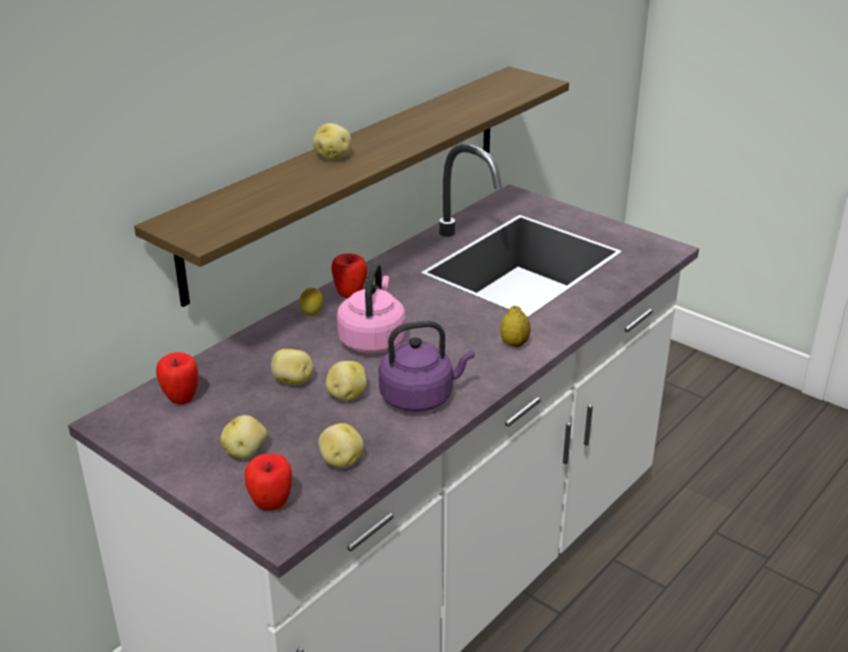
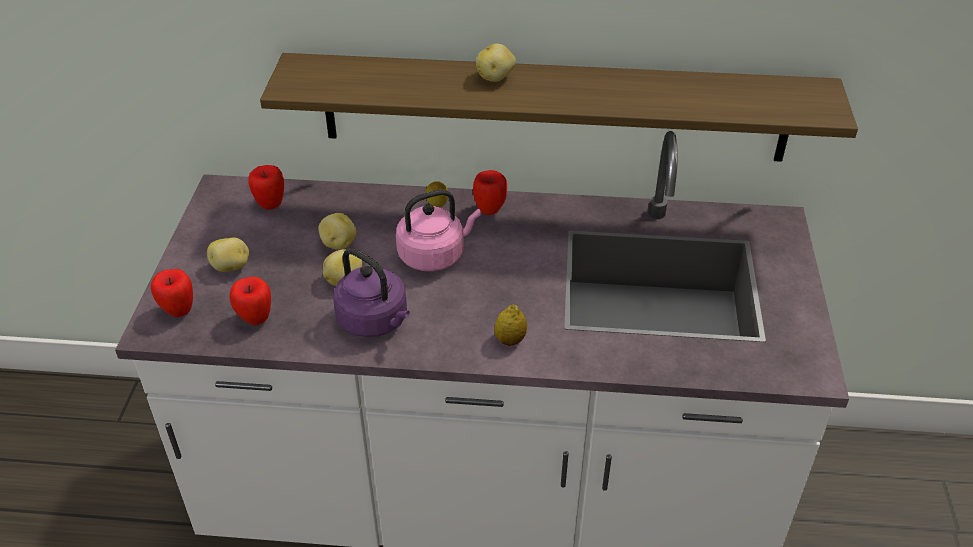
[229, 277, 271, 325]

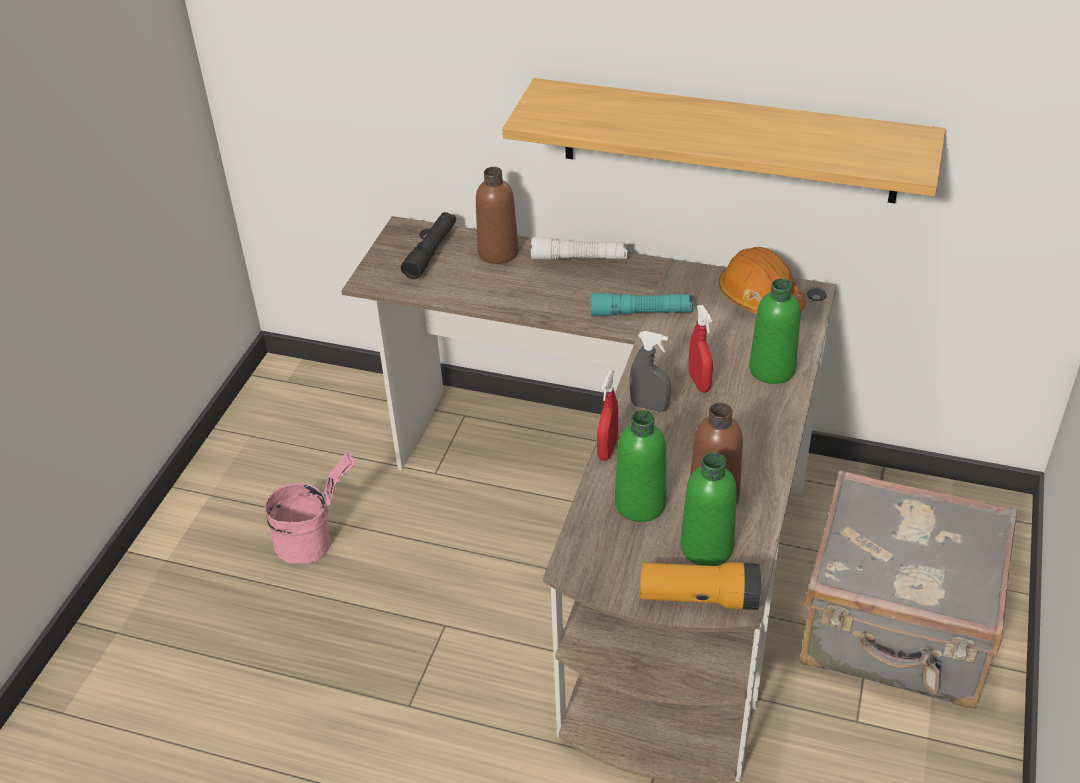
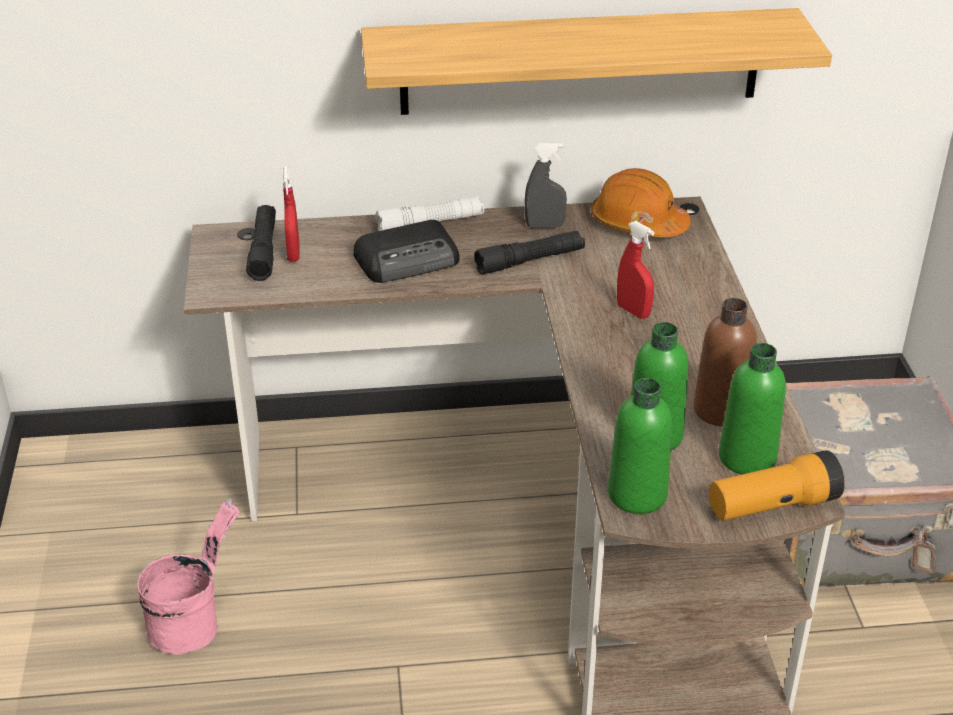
[476, 167, 519, 264] (first image)
[354, 220, 460, 283]
[283, 166, 300, 262]
[525, 142, 567, 228]
[608, 378, 672, 514]
[474, 231, 585, 274]

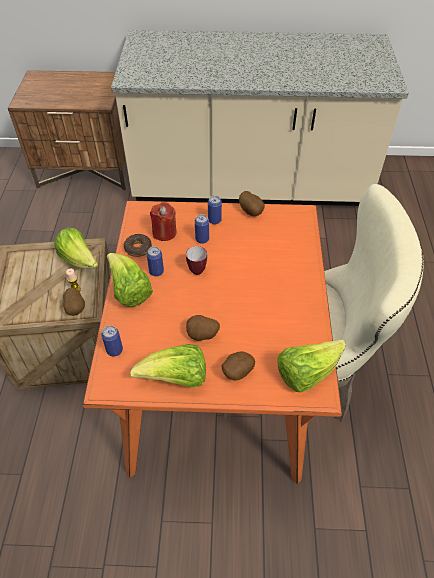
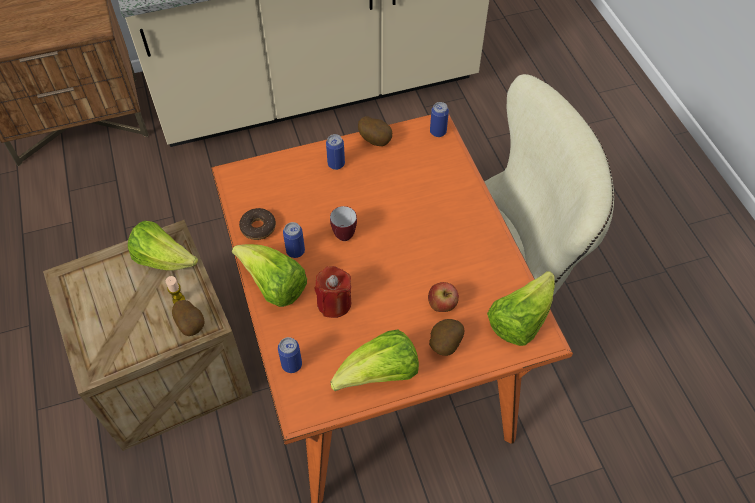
[186, 315, 220, 341] (first image)
[428, 282, 459, 312]
[315, 266, 351, 318]
[430, 102, 449, 137]

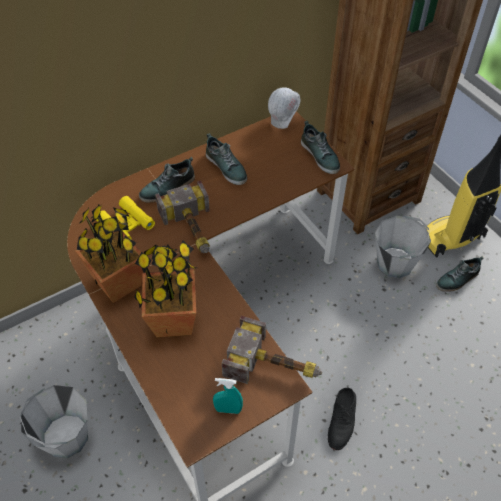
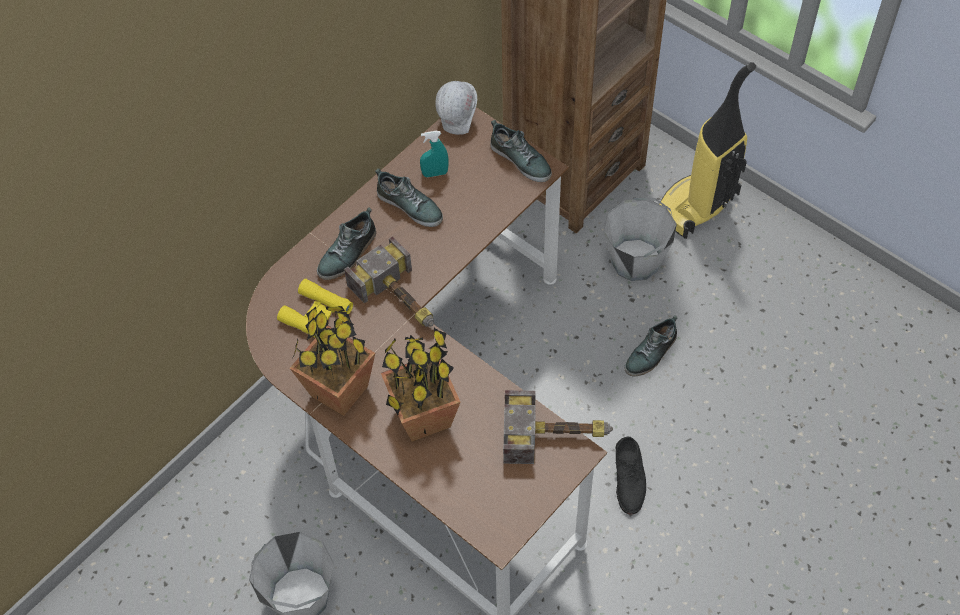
[420, 131, 449, 177]
[624, 315, 678, 376]

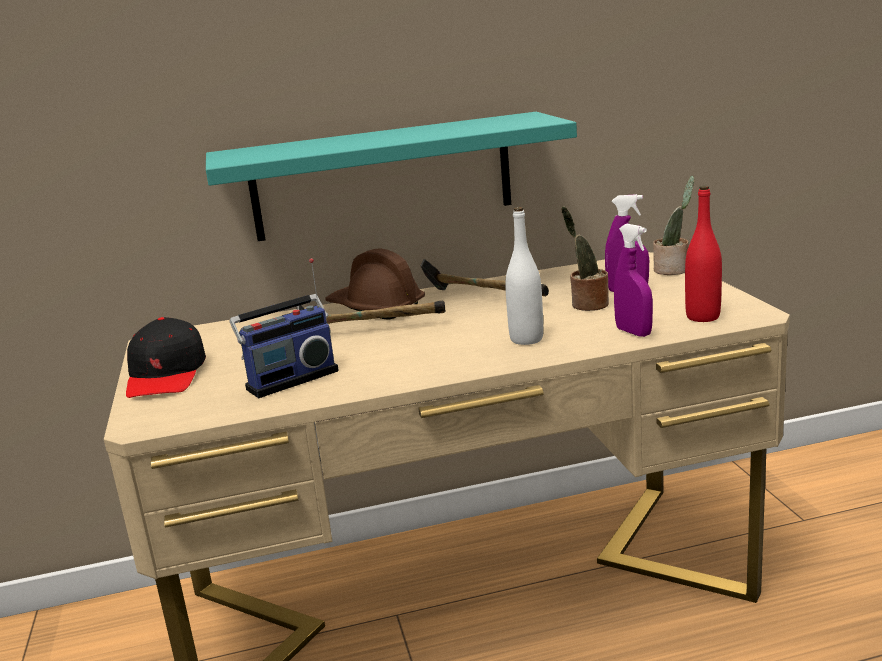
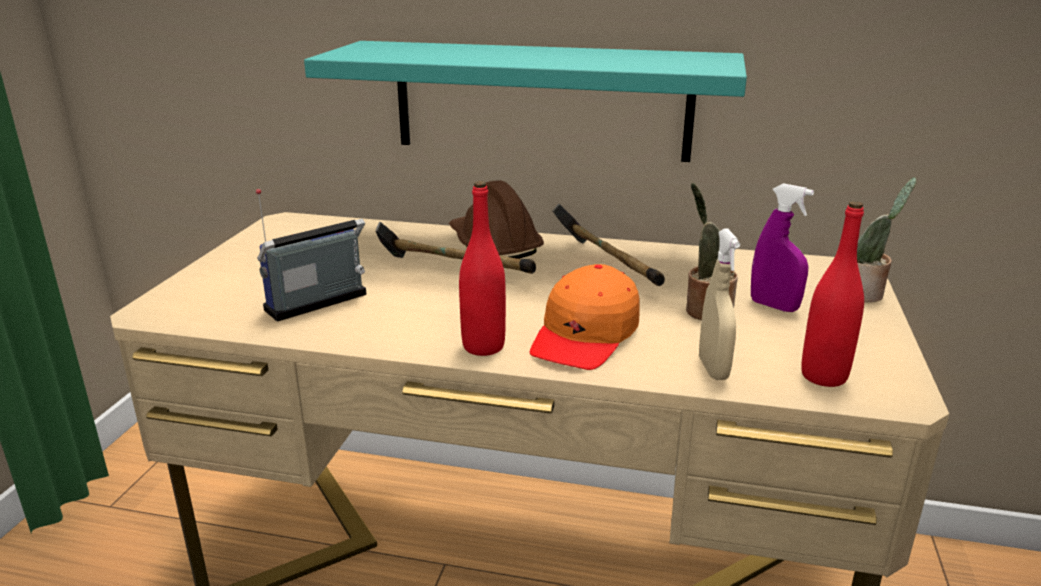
[126, 317, 206, 398] (first image)
[459, 181, 506, 356]
[530, 264, 640, 370]
[699, 229, 740, 380]
[256, 189, 366, 322]

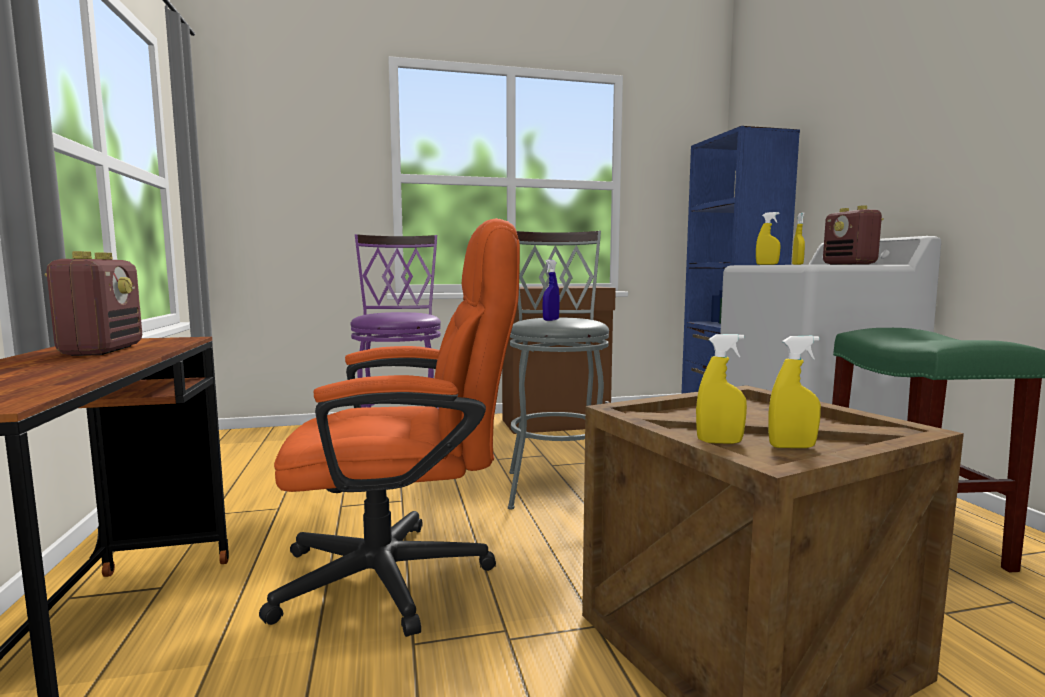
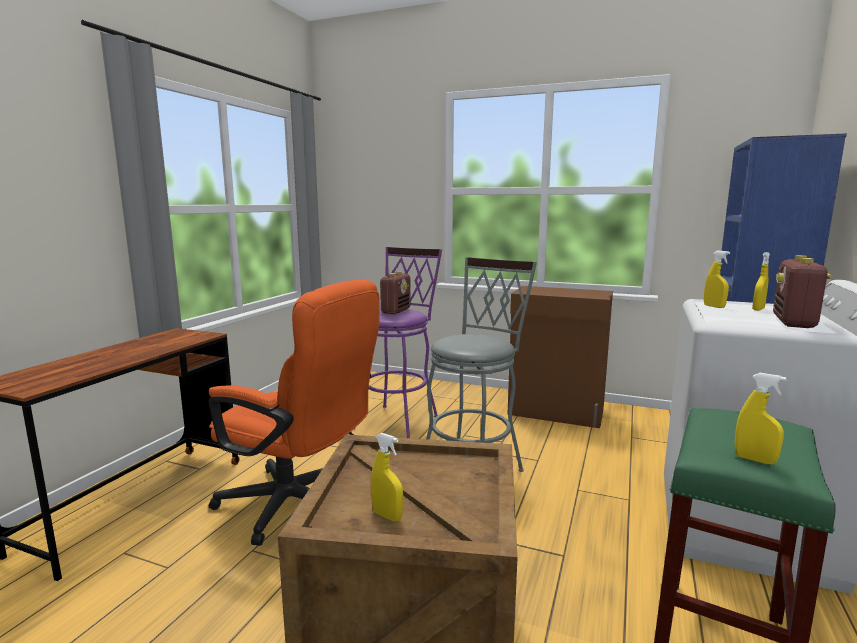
[543, 260, 560, 321] (first image)
[380, 271, 411, 314]
[735, 373, 787, 464]

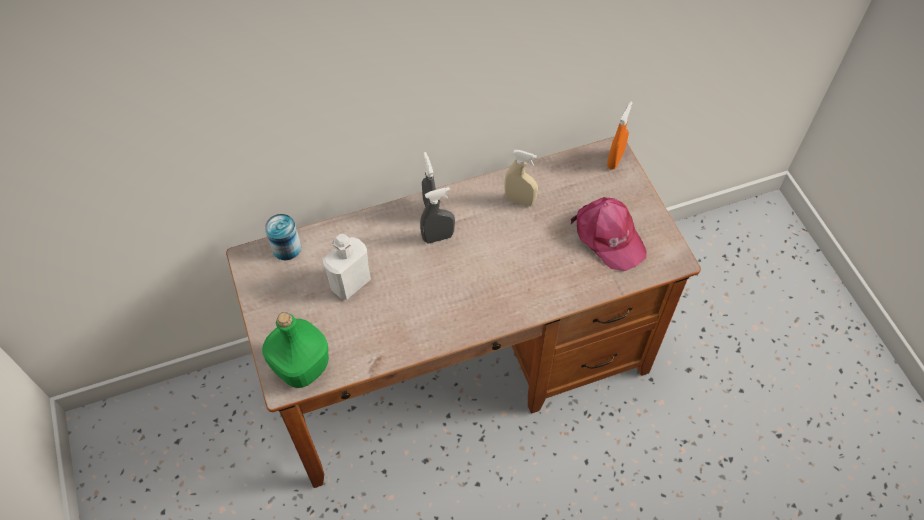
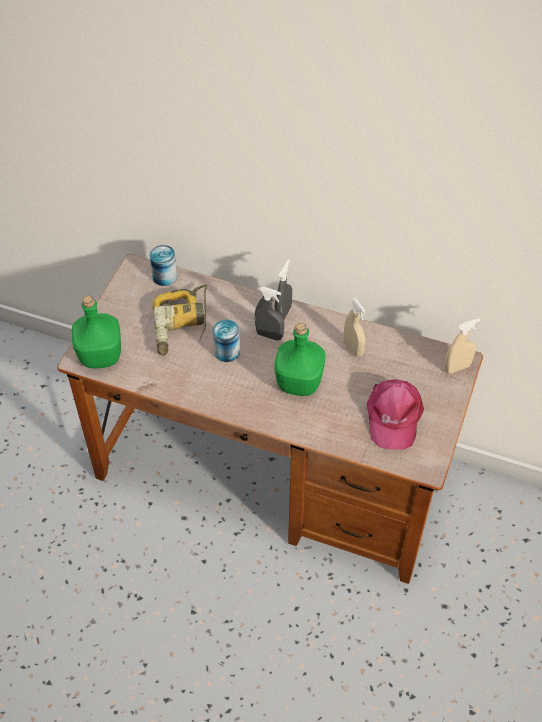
[212, 320, 240, 362]
[274, 323, 325, 396]
[153, 285, 207, 356]
[444, 318, 480, 374]

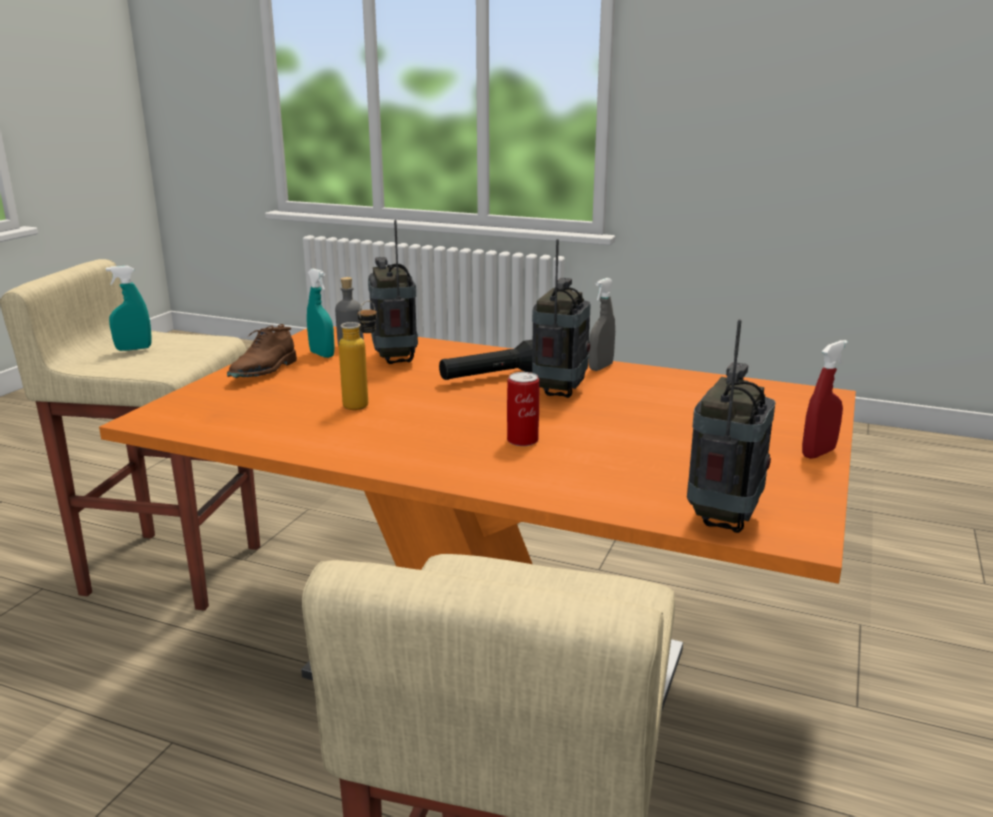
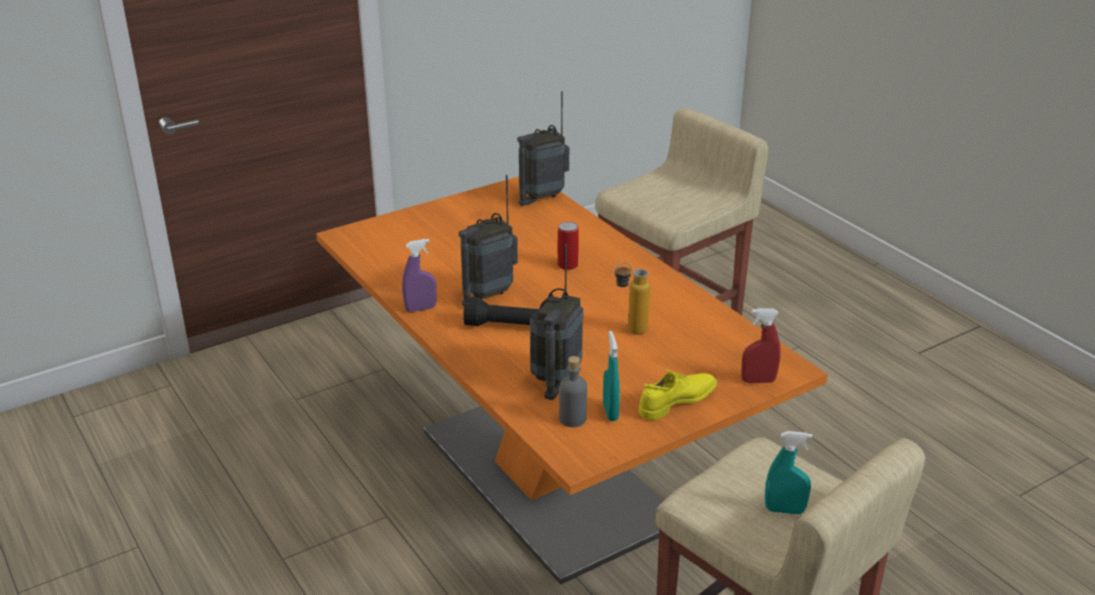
[741, 308, 781, 383]
[638, 369, 718, 420]
[402, 239, 437, 312]

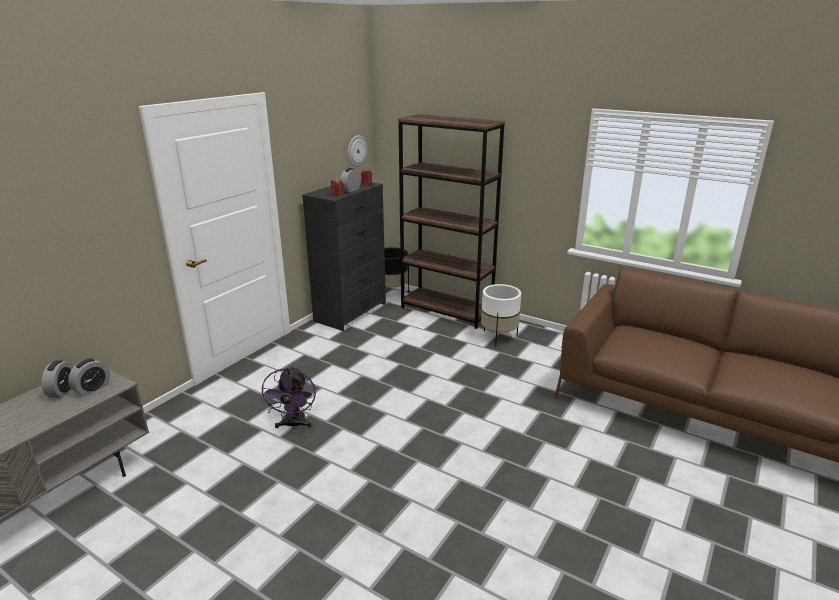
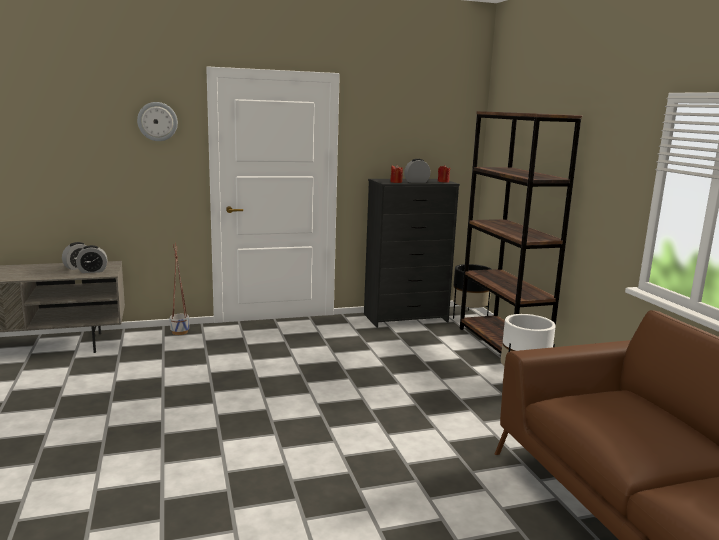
[260, 366, 316, 430] (first image)
[170, 243, 189, 335]
[137, 102, 178, 141]

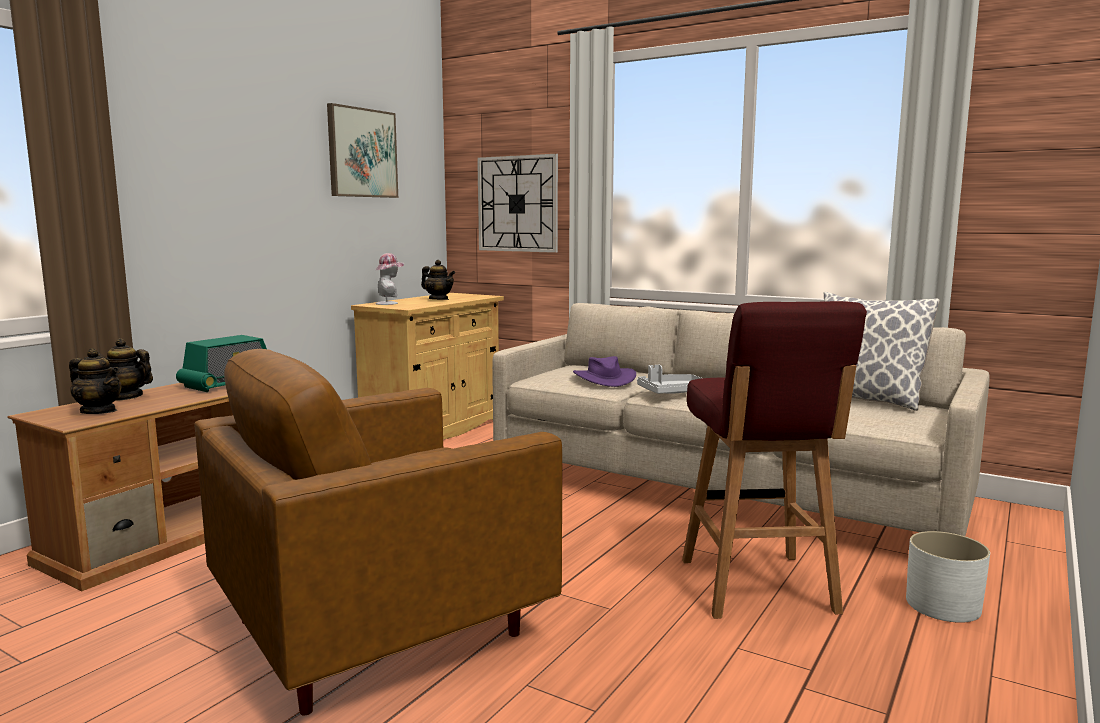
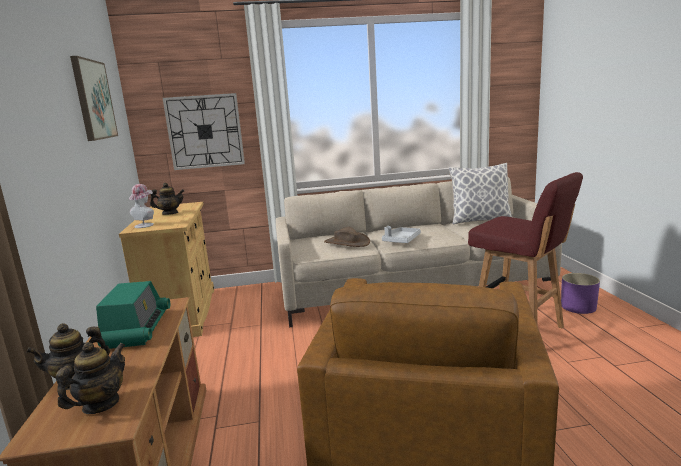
[324, 227, 370, 247]
[561, 273, 600, 314]
[56, 342, 125, 414]

